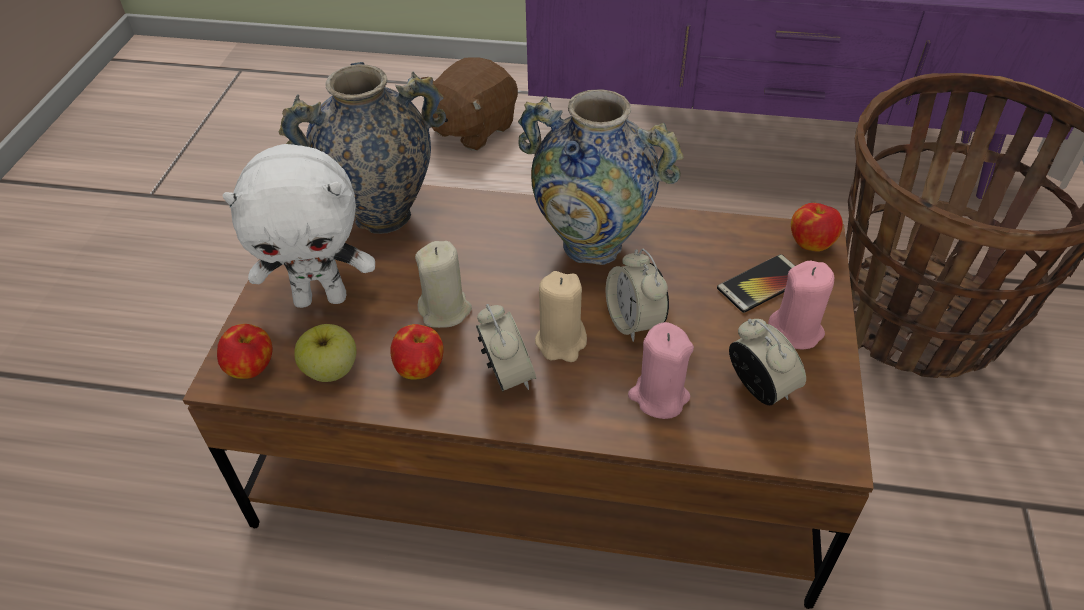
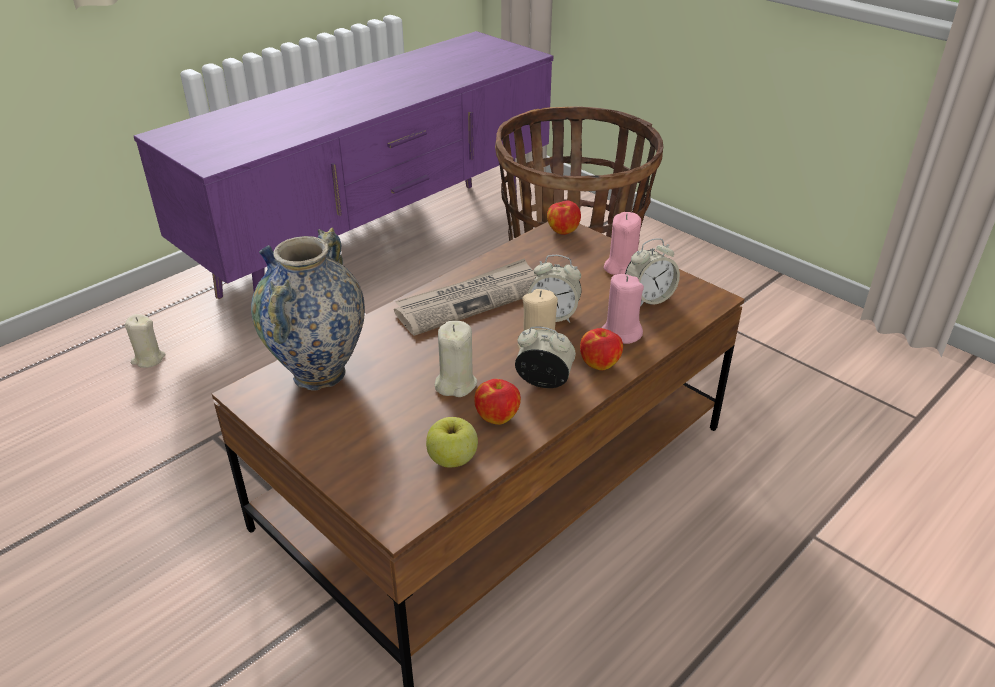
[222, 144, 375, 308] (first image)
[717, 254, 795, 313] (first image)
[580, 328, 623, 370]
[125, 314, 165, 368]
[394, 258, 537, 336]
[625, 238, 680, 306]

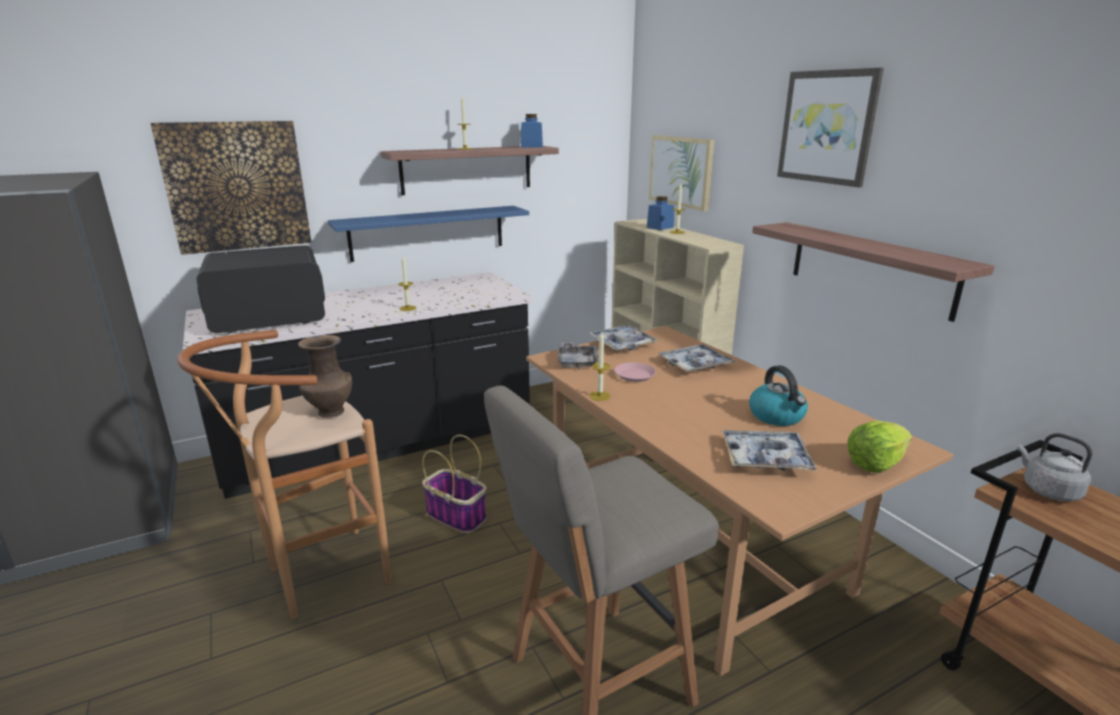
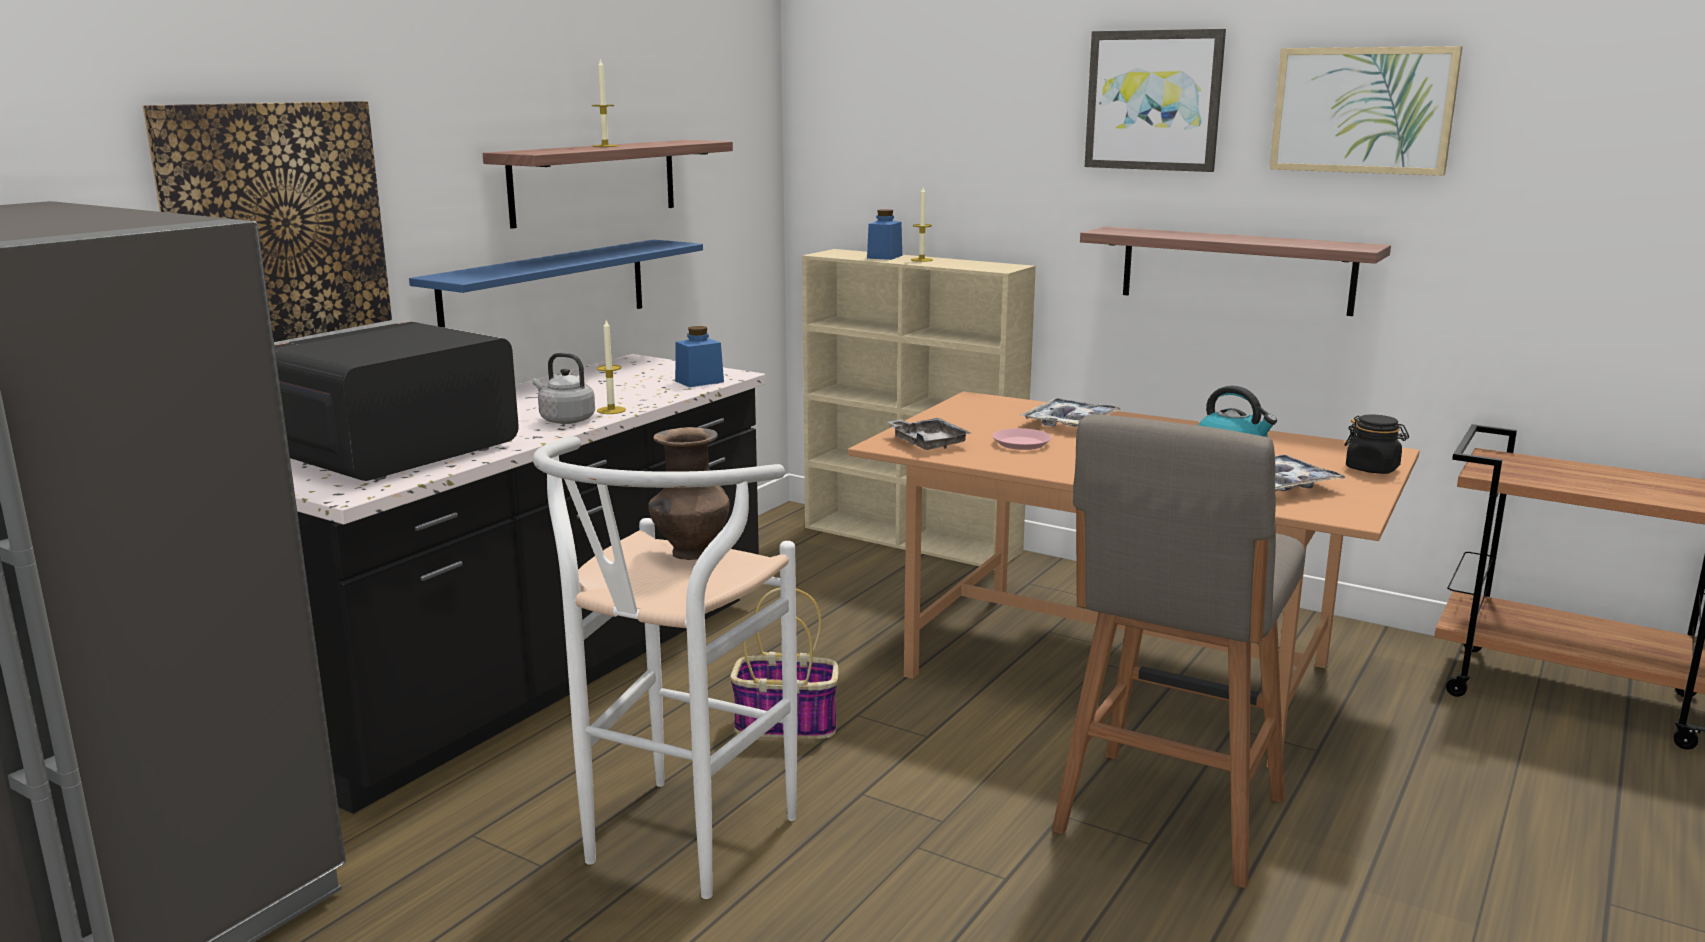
[590, 325, 659, 351] (first image)
[590, 332, 611, 401] (first image)
[675, 326, 724, 387]
[1269, 46, 1463, 176]
[533, 353, 595, 424]
[1345, 415, 1409, 474]
[533, 436, 797, 899]

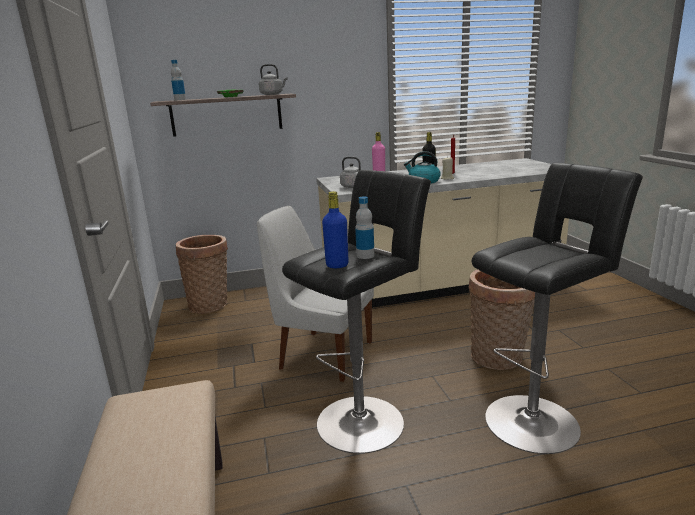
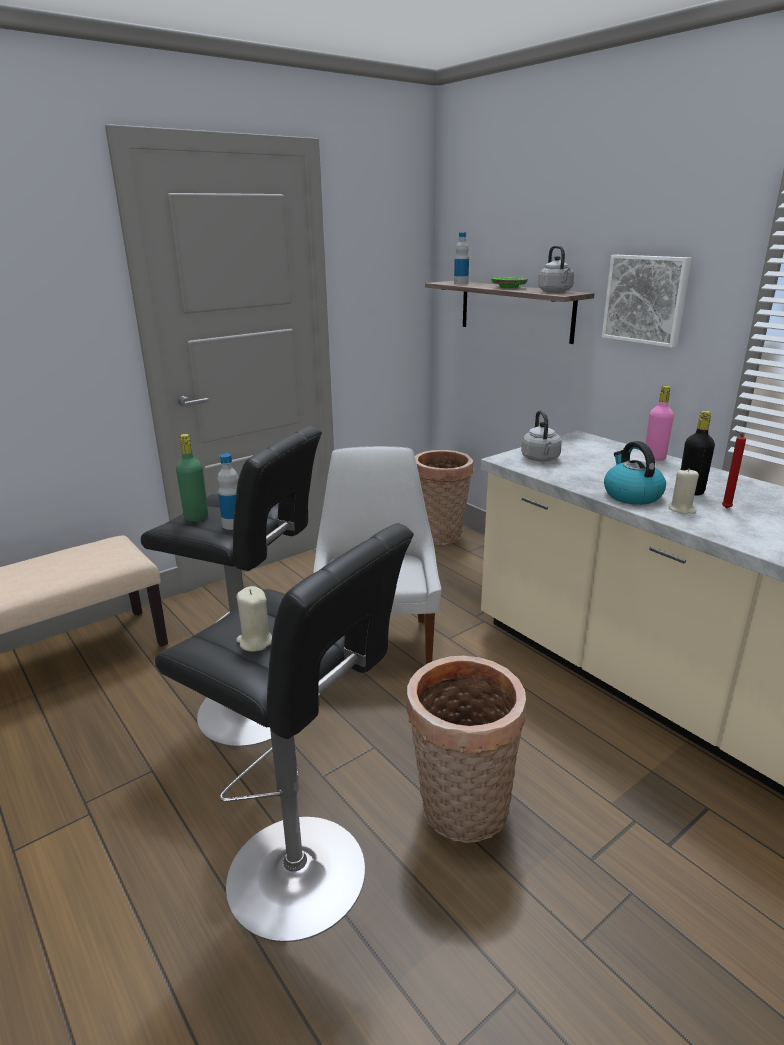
[236, 586, 272, 652]
[602, 255, 692, 347]
[176, 434, 208, 522]

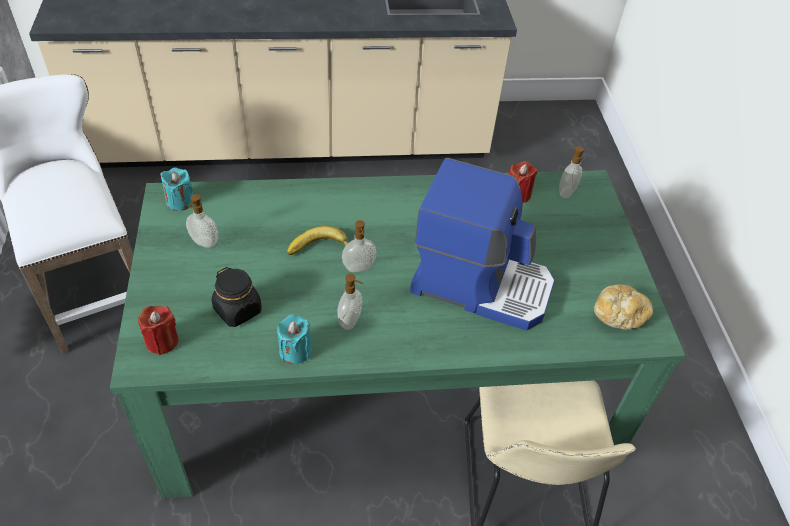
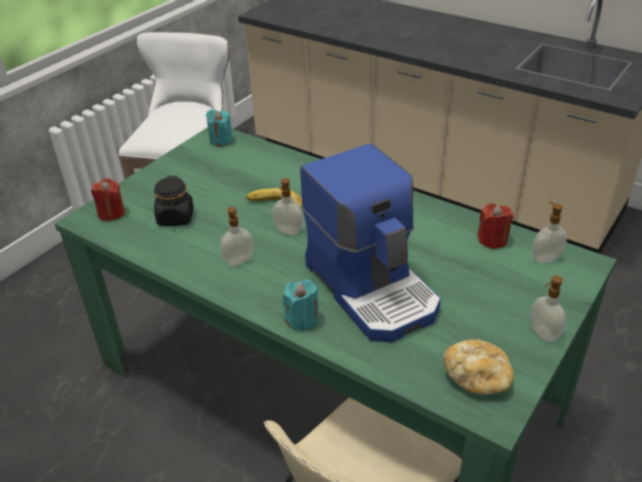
[531, 275, 566, 342]
[283, 280, 319, 331]

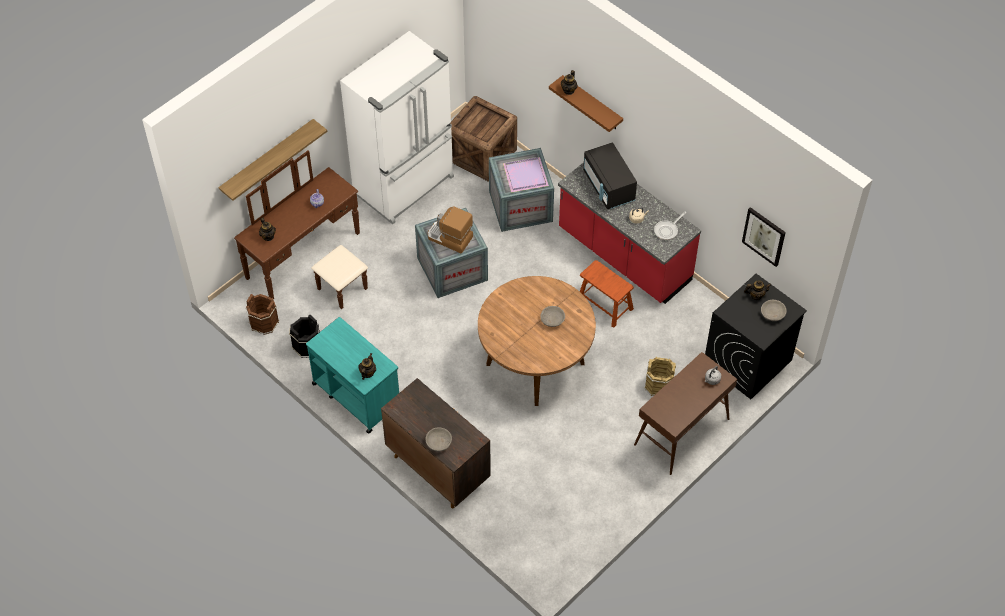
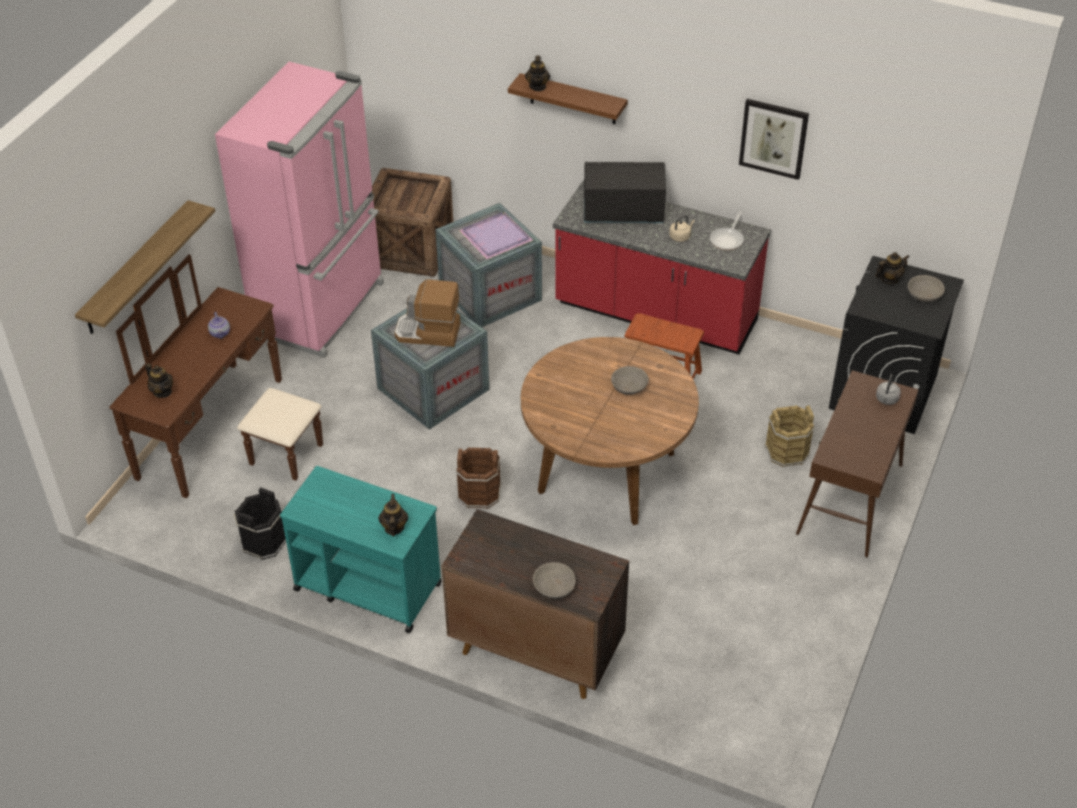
[456, 447, 500, 509]
[739, 99, 809, 180]
[215, 62, 384, 358]
[584, 162, 666, 224]

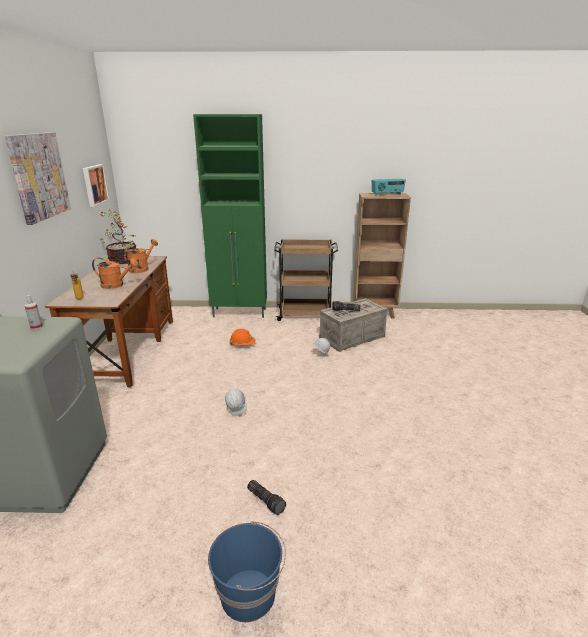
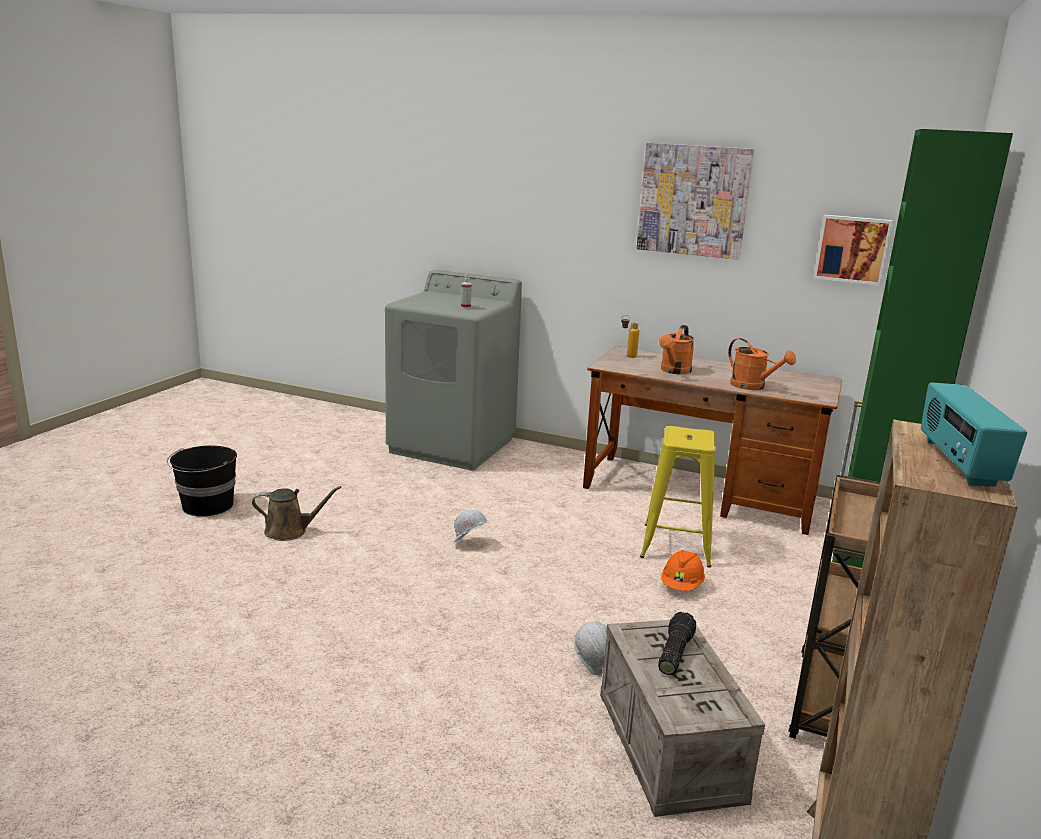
[100, 209, 136, 264] (first image)
[640, 426, 716, 567]
[252, 486, 342, 541]
[167, 445, 237, 516]

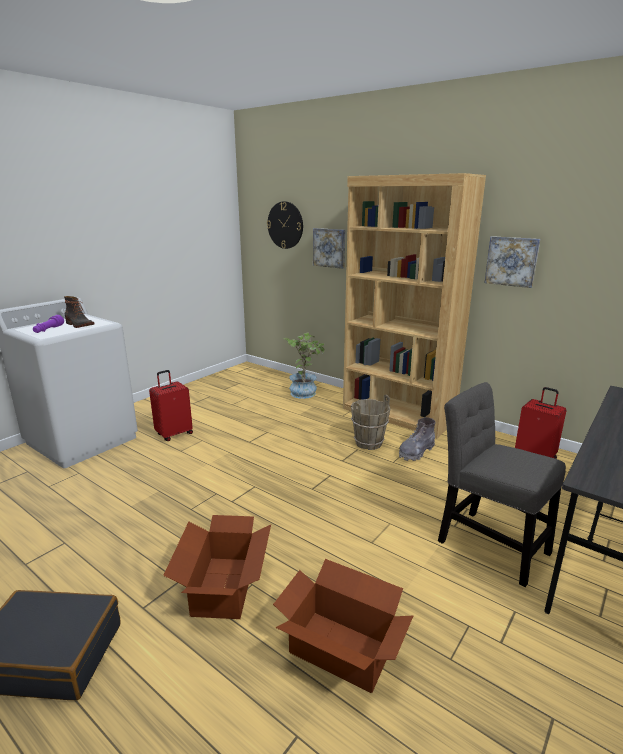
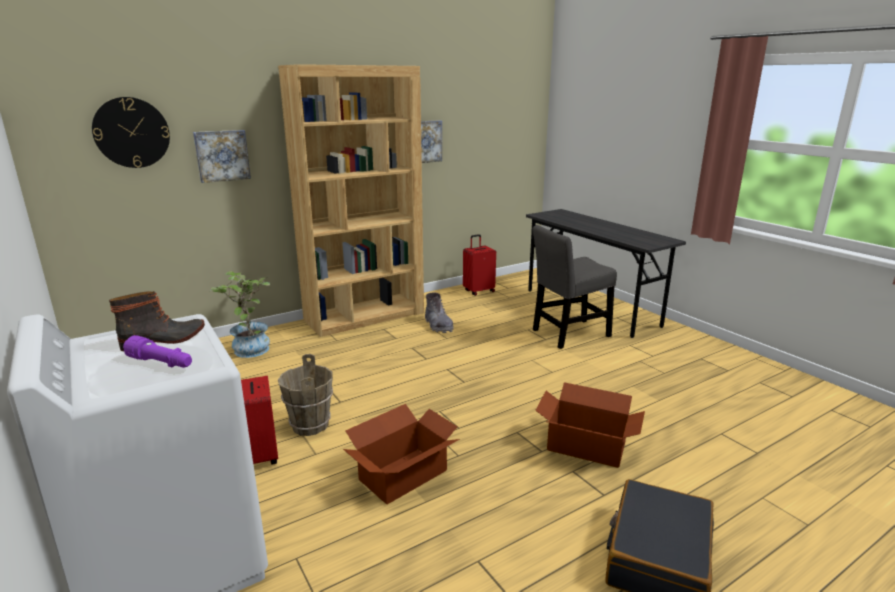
[343, 404, 460, 505]
[278, 354, 333, 436]

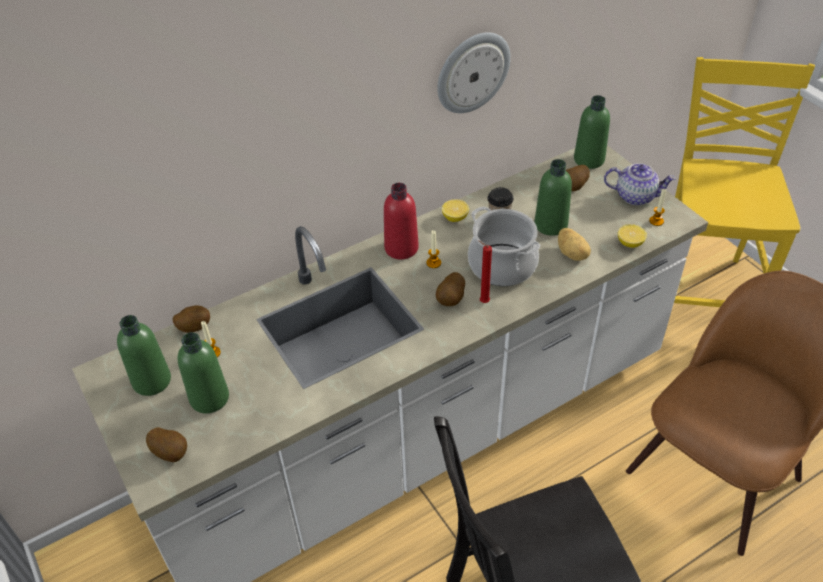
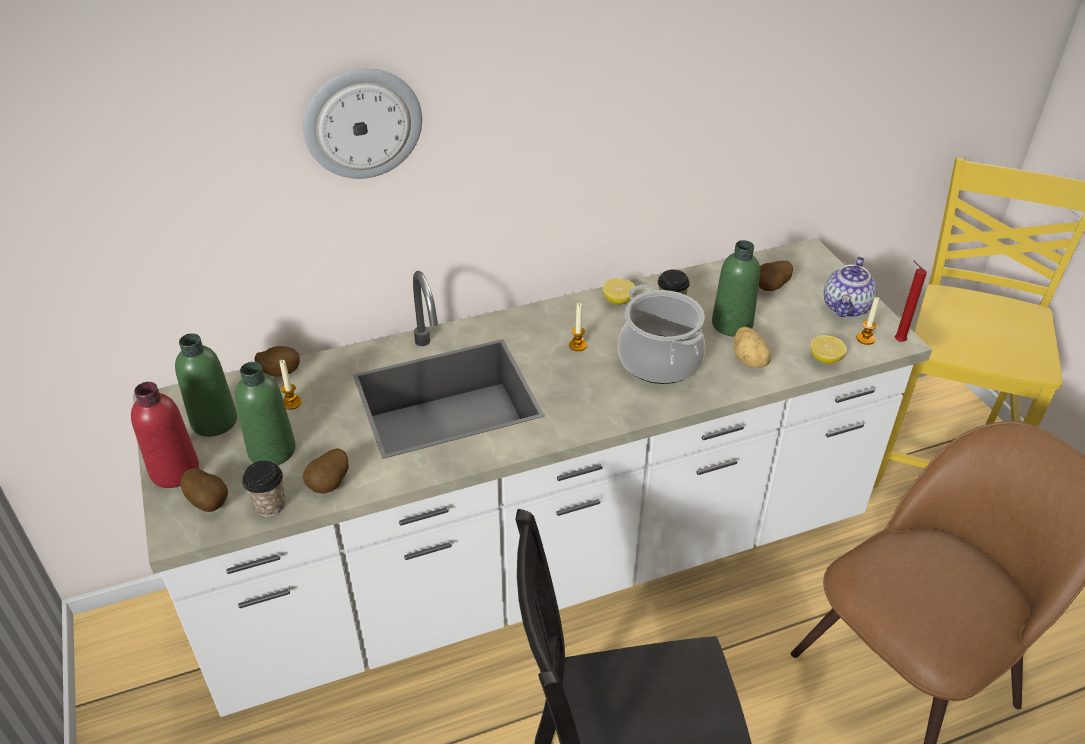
[574, 95, 610, 169] (first image)
[242, 461, 285, 517]
[131, 382, 199, 488]
[303, 448, 349, 494]
[303, 68, 422, 179]
[895, 260, 927, 342]
[824, 257, 877, 317]

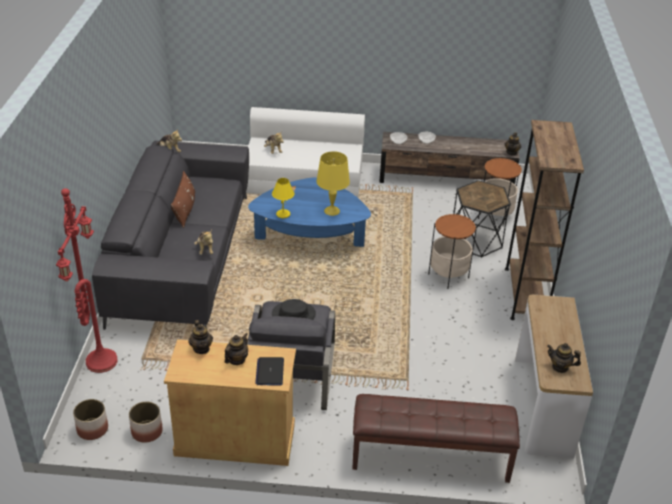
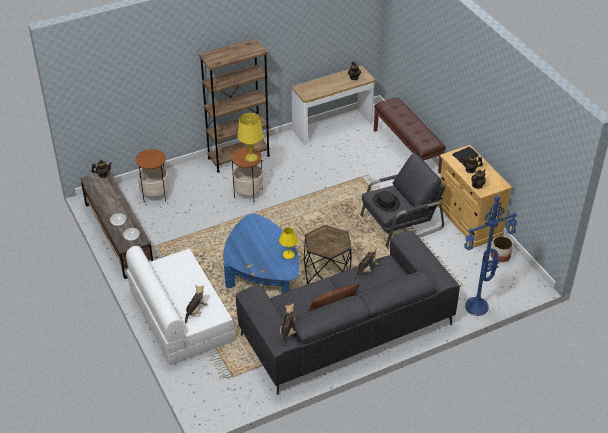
[73, 399, 108, 440] (first image)
[237, 113, 263, 162]
[304, 225, 352, 284]
[464, 195, 517, 316]

